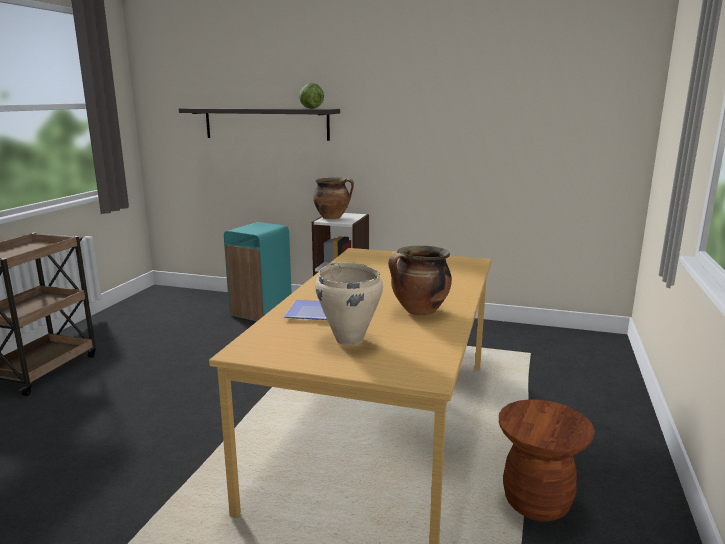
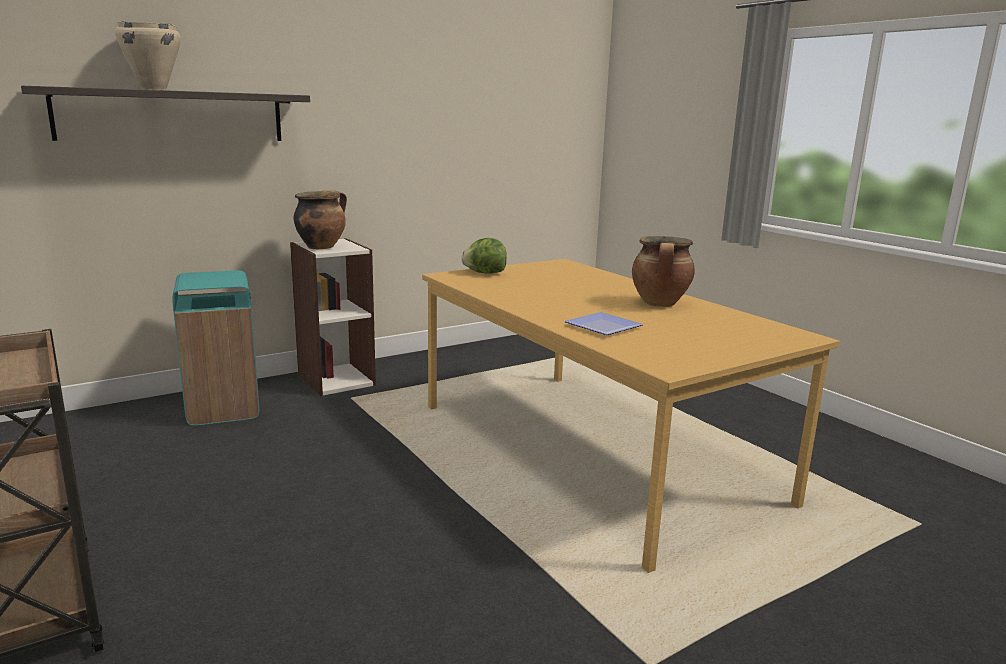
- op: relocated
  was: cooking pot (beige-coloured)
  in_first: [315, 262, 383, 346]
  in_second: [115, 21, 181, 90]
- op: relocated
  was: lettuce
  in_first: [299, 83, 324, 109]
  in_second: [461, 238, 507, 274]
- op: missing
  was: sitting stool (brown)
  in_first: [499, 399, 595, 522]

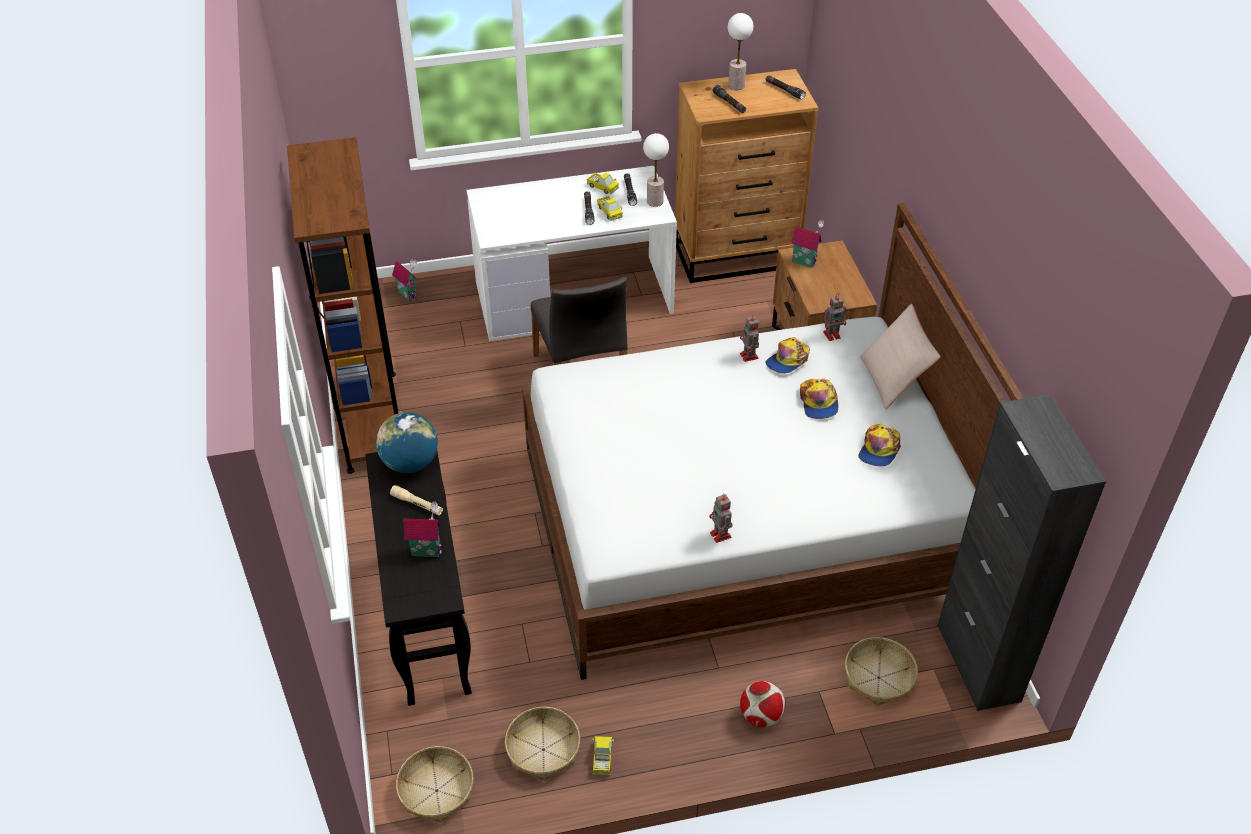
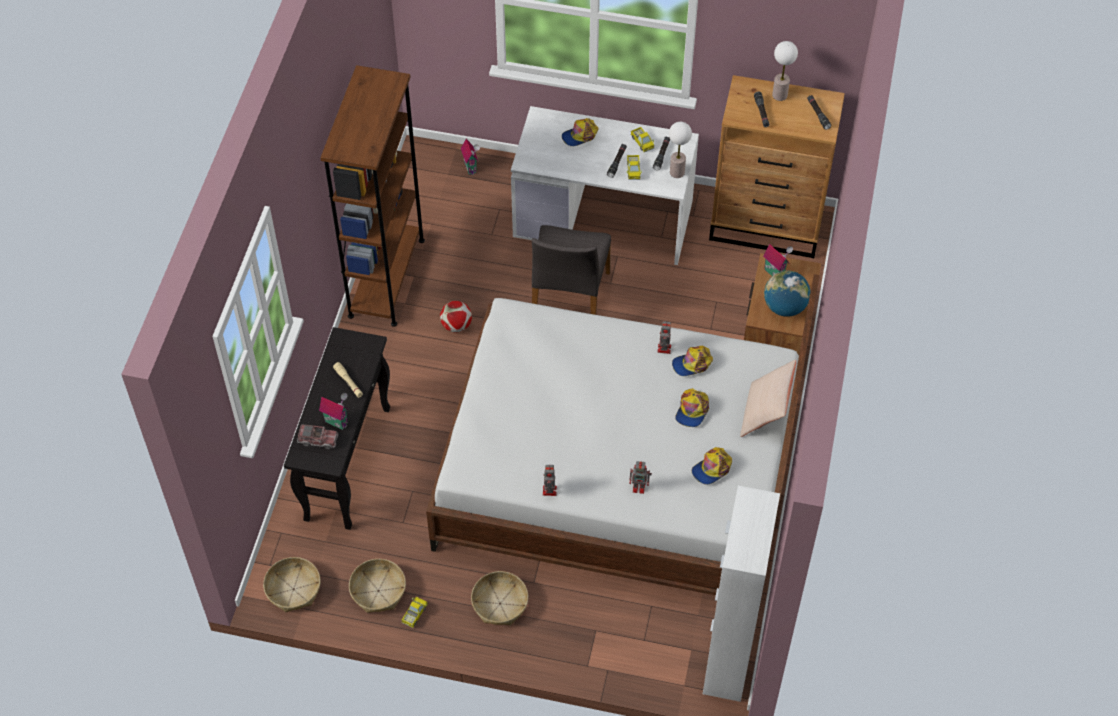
- op: appeared
  now: toy truck
  in_second: [297, 424, 338, 449]
- op: relocated
  was: football
  in_first: [740, 681, 786, 727]
  in_second: [440, 301, 472, 332]
- op: relocated
  was: basket
  in_first: [845, 637, 918, 706]
  in_second: [471, 571, 528, 625]
- op: appeared
  now: baseball cap
  in_second: [562, 118, 598, 146]
- op: relocated
  was: toy robot
  in_first: [823, 295, 846, 341]
  in_second: [629, 461, 652, 494]
- op: colour
  was: storage cabinet (black-coloured)
  now: storage cabinet (whitish)
  in_first: [937, 394, 1106, 711]
  in_second: [703, 486, 780, 702]
- op: relocated
  was: desk globe
  in_first: [376, 412, 438, 473]
  in_second: [764, 271, 811, 317]

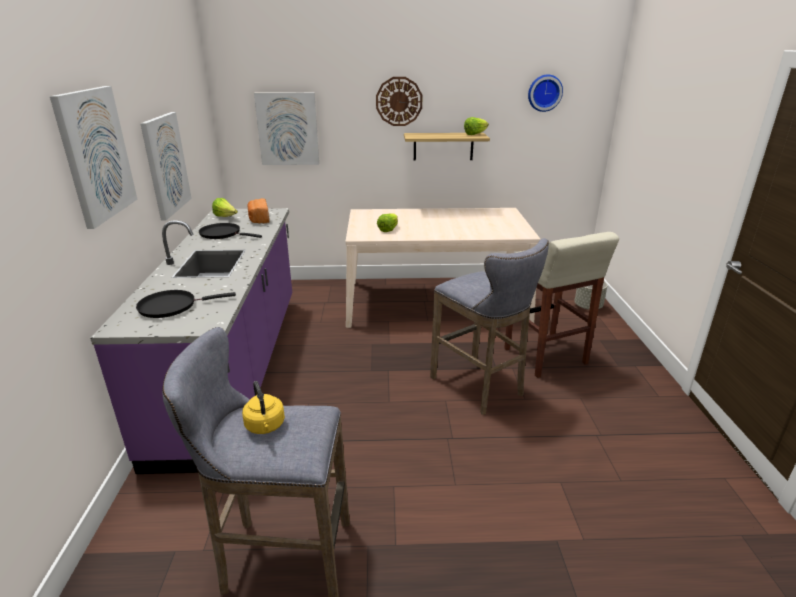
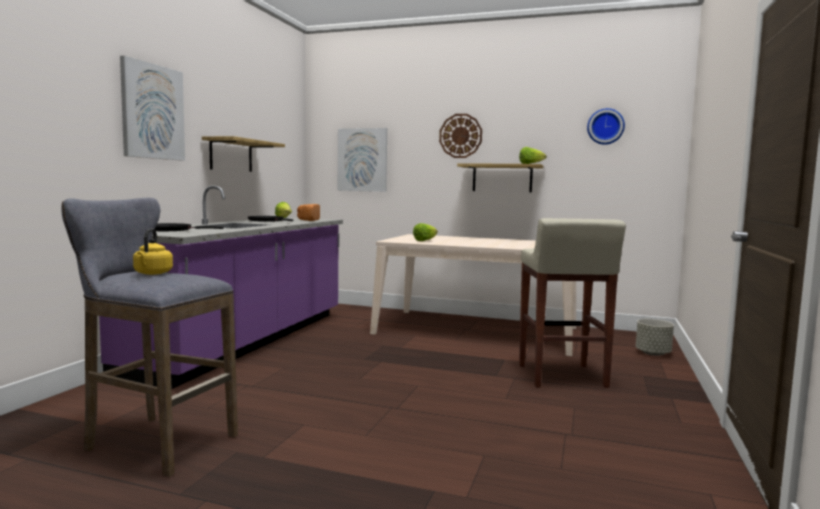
- op: exchanged
  was: wall picture
  now: wall shelf
  in_first: [140, 112, 192, 221]
  in_second: [202, 136, 285, 172]
- op: missing
  was: sitting stool (grey)
  in_first: [430, 238, 549, 415]

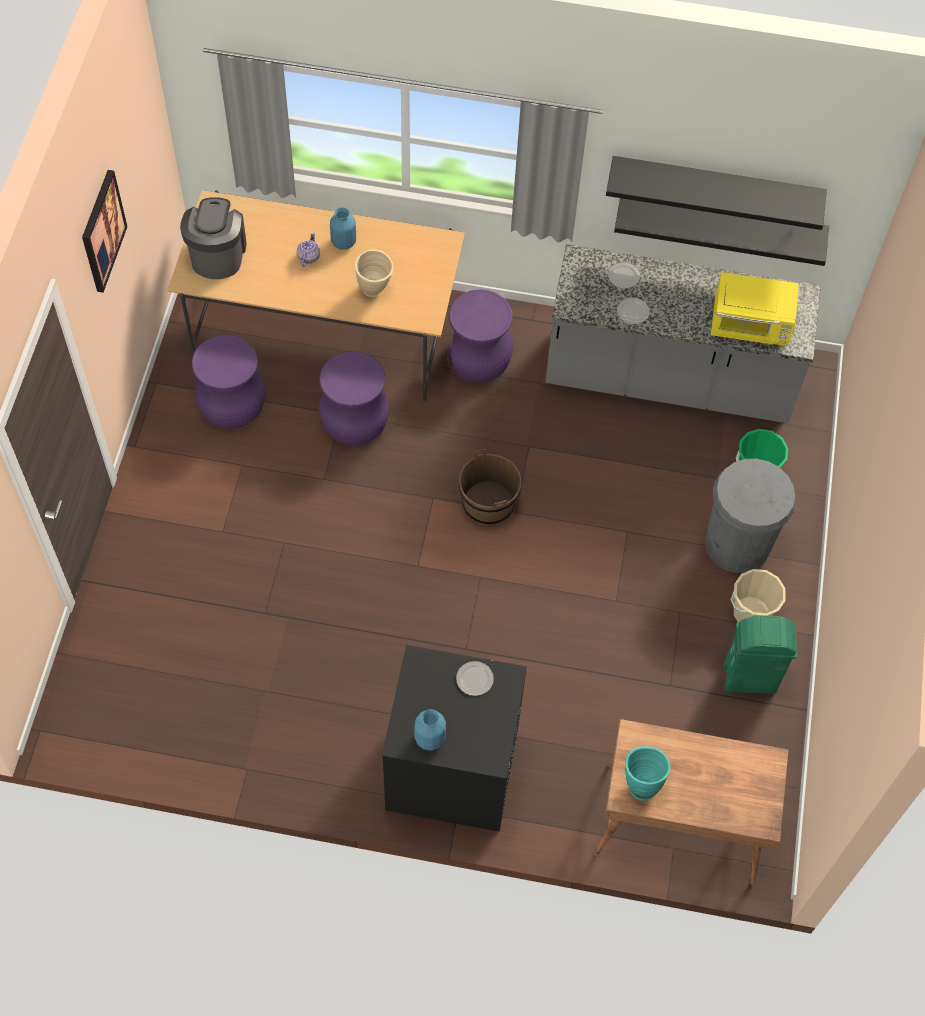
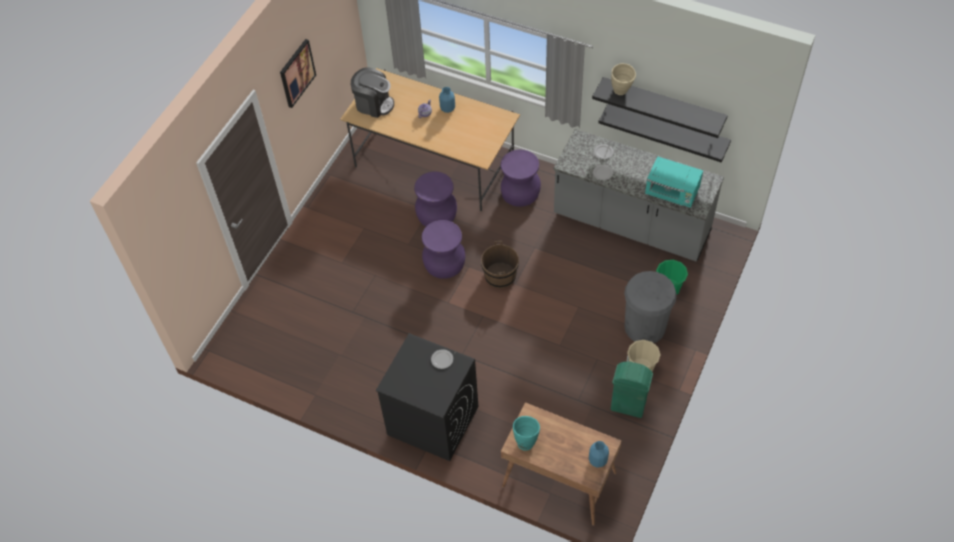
- op: spun
  was: coffee maker
  in_first: [180, 197, 247, 279]
  in_second: [351, 67, 394, 118]
  clockwise: 90
- op: relocated
  was: sitting stool (purple-coloured)
  in_first: [192, 335, 265, 429]
  in_second: [422, 220, 465, 279]
- op: relocated
  was: vase (bluish)
  in_first: [414, 709, 446, 751]
  in_second: [589, 441, 609, 468]
- op: relocated
  was: vase (beige-coloured)
  in_first: [355, 249, 393, 297]
  in_second: [611, 63, 636, 95]
- op: colour
  was: microwave (yellow-coloured)
  now: microwave (blue-green)
  in_first: [711, 272, 799, 346]
  in_second: [645, 156, 703, 208]

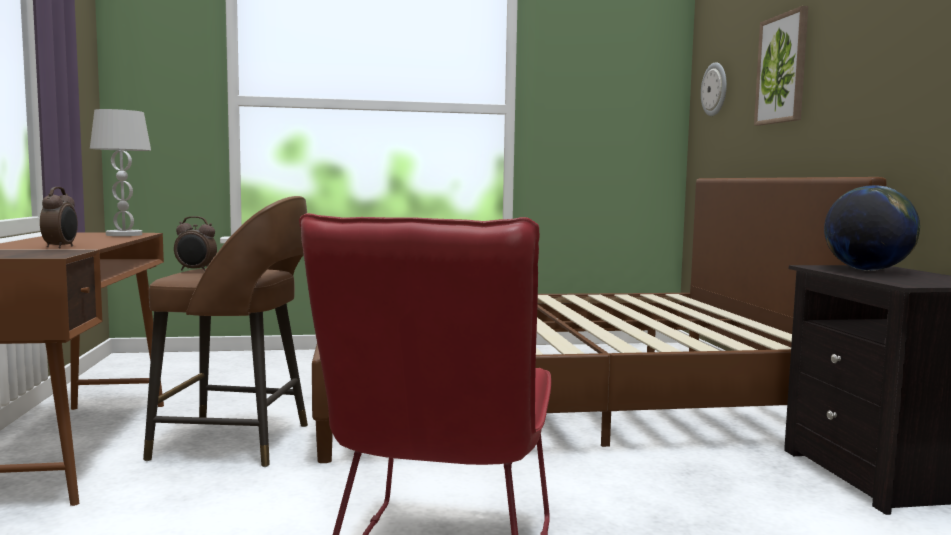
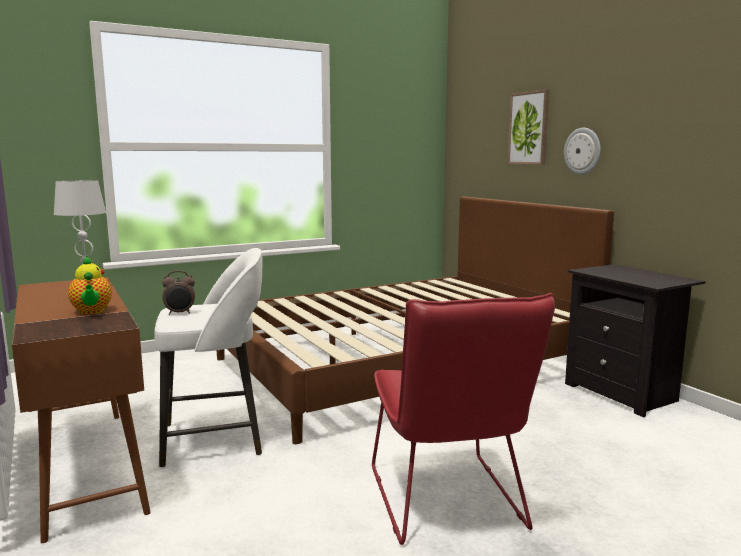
- op: exchanged
  was: table clock
  now: teapot
  in_first: [40, 187, 78, 249]
  in_second: [68, 255, 112, 314]
- op: colour
  was: sitting stool (brown)
  now: sitting stool (whitish)
  in_first: [143, 196, 308, 467]
  in_second: [154, 248, 263, 467]
- op: relocated
  was: hanging clock
  in_first: [701, 62, 727, 116]
  in_second: [564, 128, 601, 175]
- op: missing
  was: desk globe
  in_first: [824, 185, 920, 271]

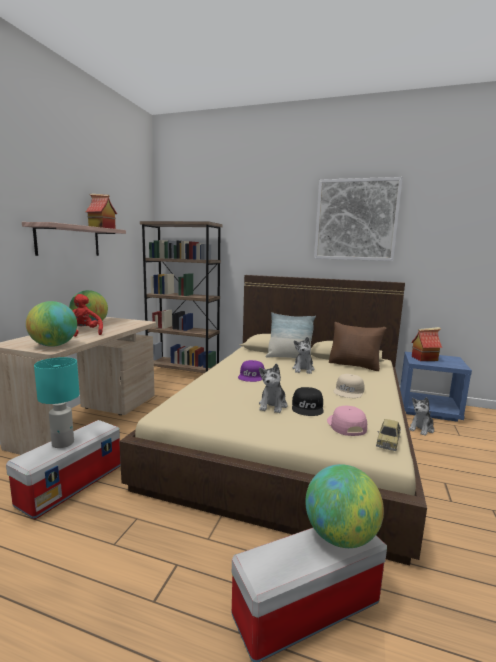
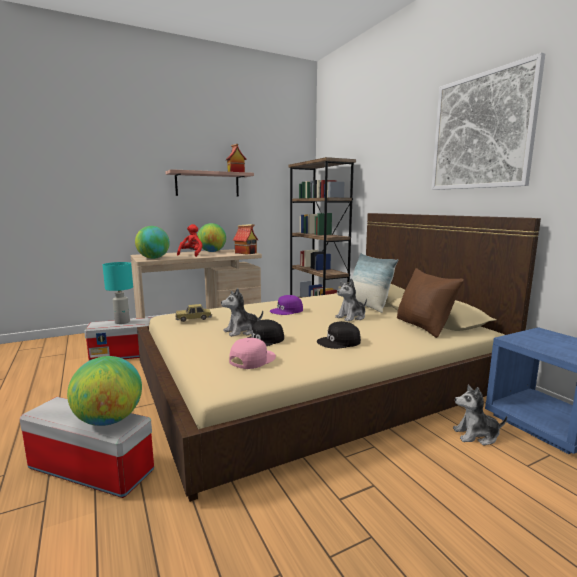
- op: relocated
  was: model car
  in_first: [376, 419, 401, 451]
  in_second: [175, 304, 212, 322]
- op: relocated
  was: miniature house
  in_first: [411, 327, 442, 361]
  in_second: [232, 224, 258, 255]
- op: colour
  was: baseball cap (beige-coloured)
  now: baseball cap (black-coloured)
  in_first: [333, 374, 365, 398]
  in_second: [317, 321, 361, 349]

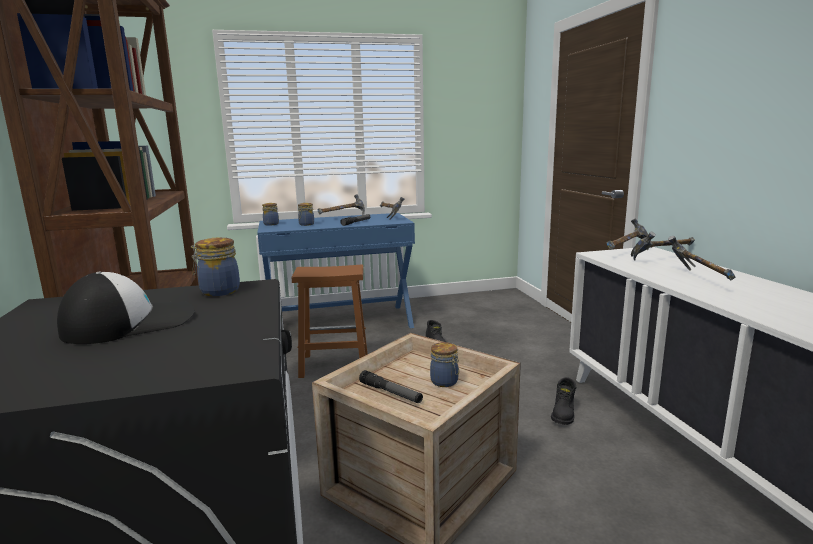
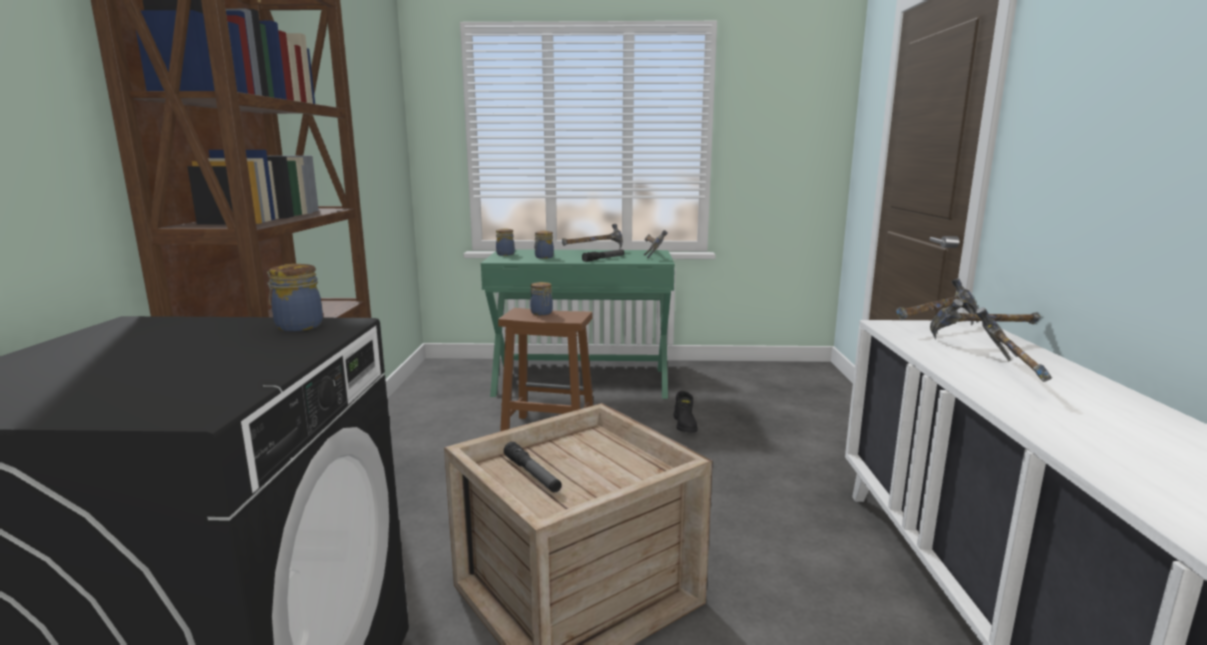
- op: colour
  was: desk unit (bluish)
  now: desk unit (green-coloured)
  in_first: [257, 213, 415, 328]
  in_second: [481, 250, 675, 399]
- op: relocated
  was: storage jar
  in_first: [430, 342, 459, 387]
  in_second: [530, 282, 553, 315]
- op: missing
  was: baseball cap
  in_first: [57, 272, 194, 344]
- op: missing
  was: high-top boot (black-coloured)
  in_first: [551, 377, 576, 425]

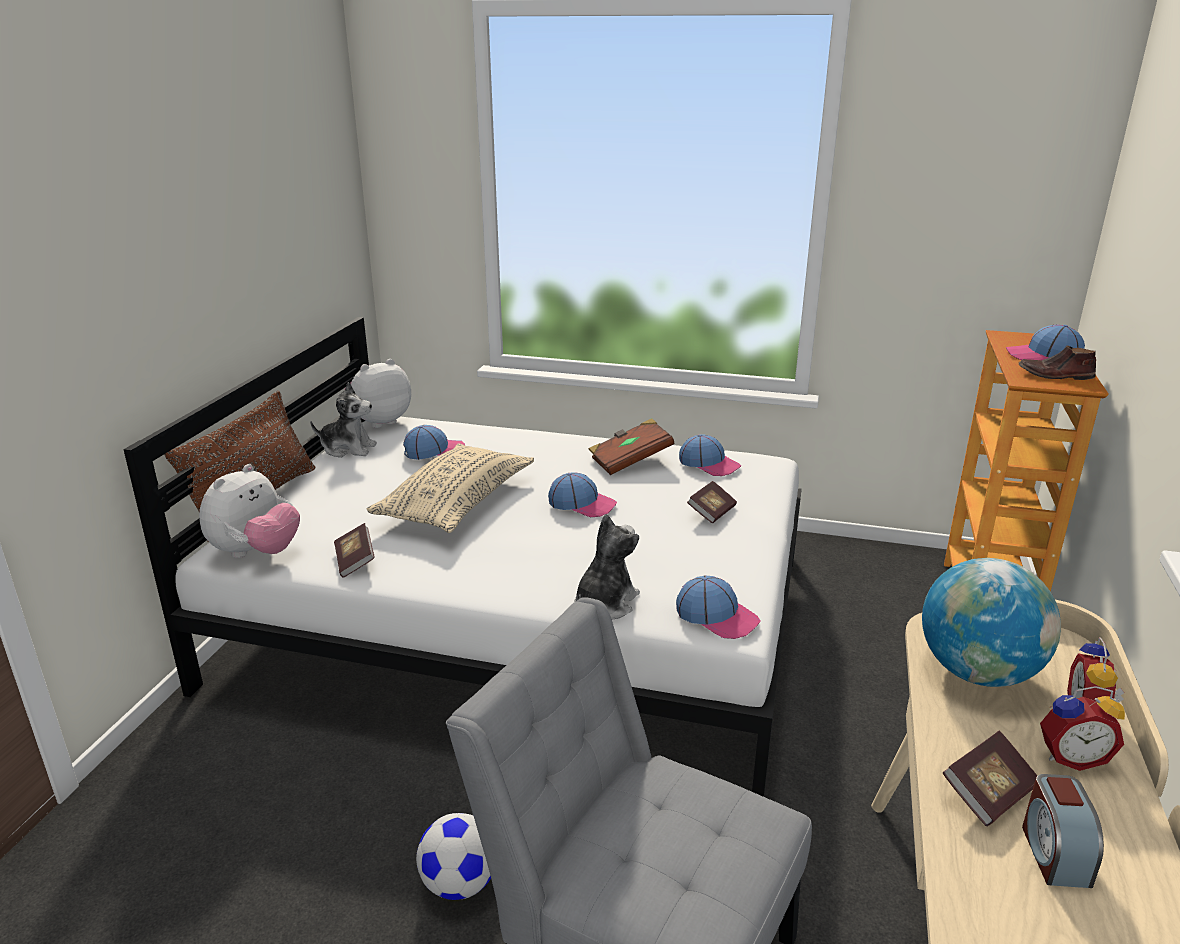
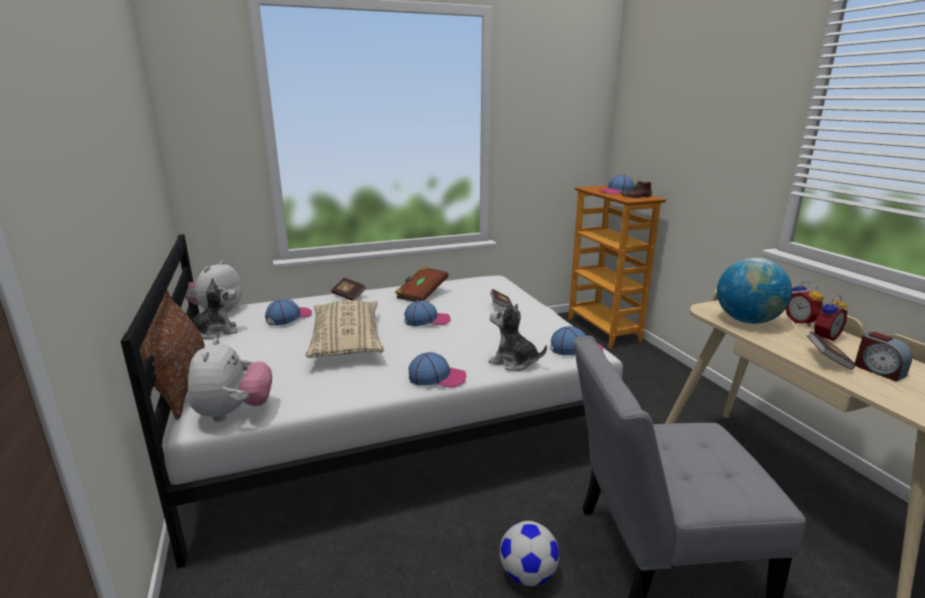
- op: relocated
  was: volume
  in_first: [334, 523, 375, 578]
  in_second: [331, 278, 366, 300]
- op: relocated
  was: baseball cap
  in_first: [679, 434, 741, 476]
  in_second: [408, 352, 467, 388]
- op: spun
  was: plush toy
  in_first: [574, 514, 640, 619]
  in_second: [489, 303, 547, 371]
  clockwise: -60

